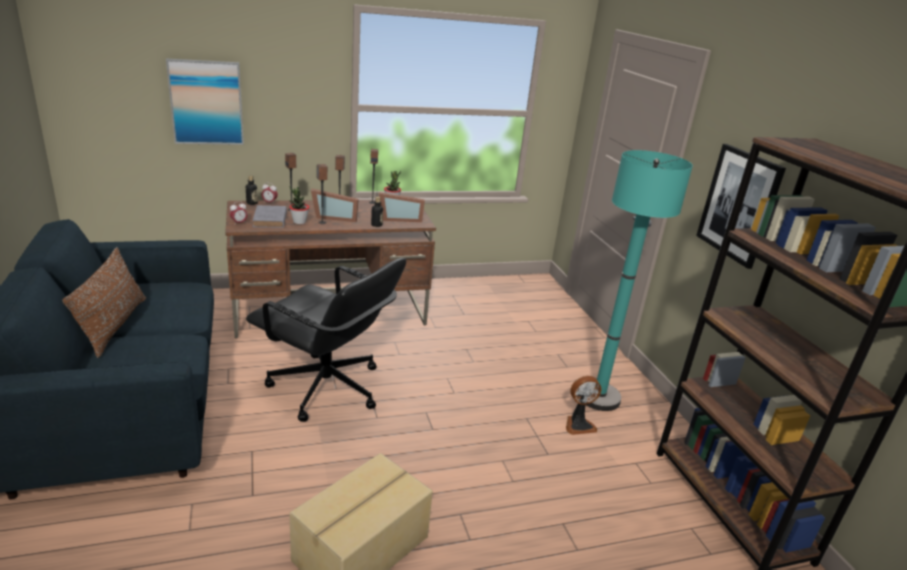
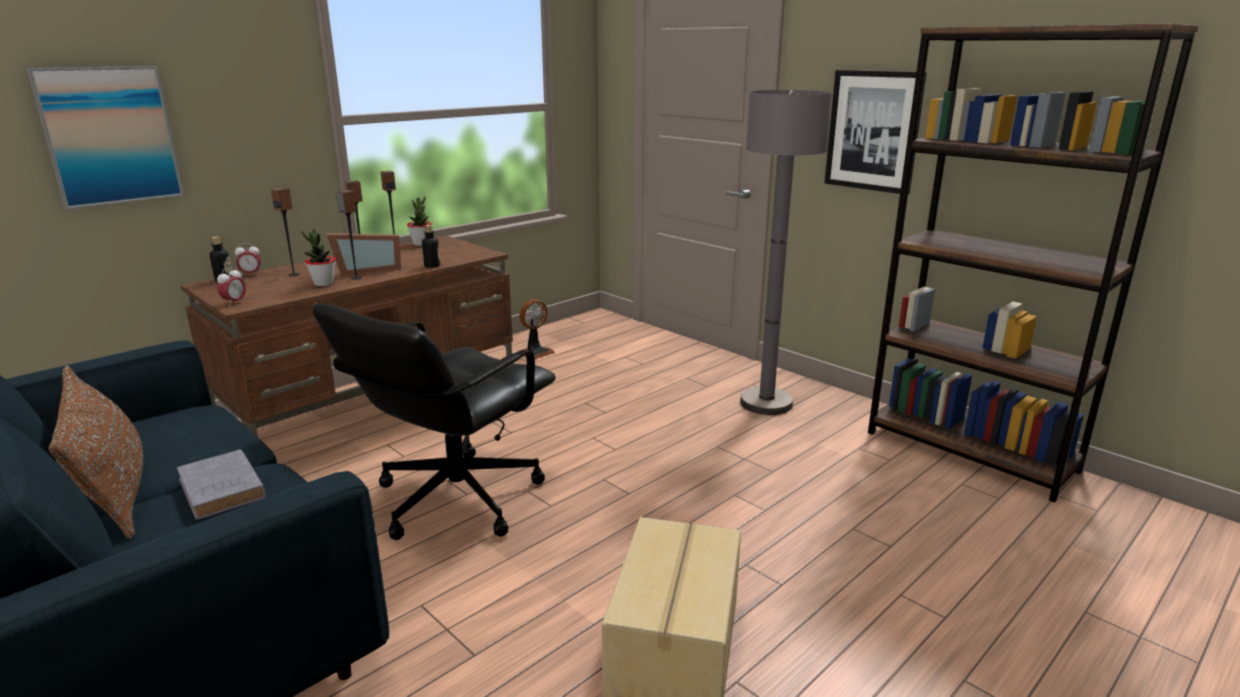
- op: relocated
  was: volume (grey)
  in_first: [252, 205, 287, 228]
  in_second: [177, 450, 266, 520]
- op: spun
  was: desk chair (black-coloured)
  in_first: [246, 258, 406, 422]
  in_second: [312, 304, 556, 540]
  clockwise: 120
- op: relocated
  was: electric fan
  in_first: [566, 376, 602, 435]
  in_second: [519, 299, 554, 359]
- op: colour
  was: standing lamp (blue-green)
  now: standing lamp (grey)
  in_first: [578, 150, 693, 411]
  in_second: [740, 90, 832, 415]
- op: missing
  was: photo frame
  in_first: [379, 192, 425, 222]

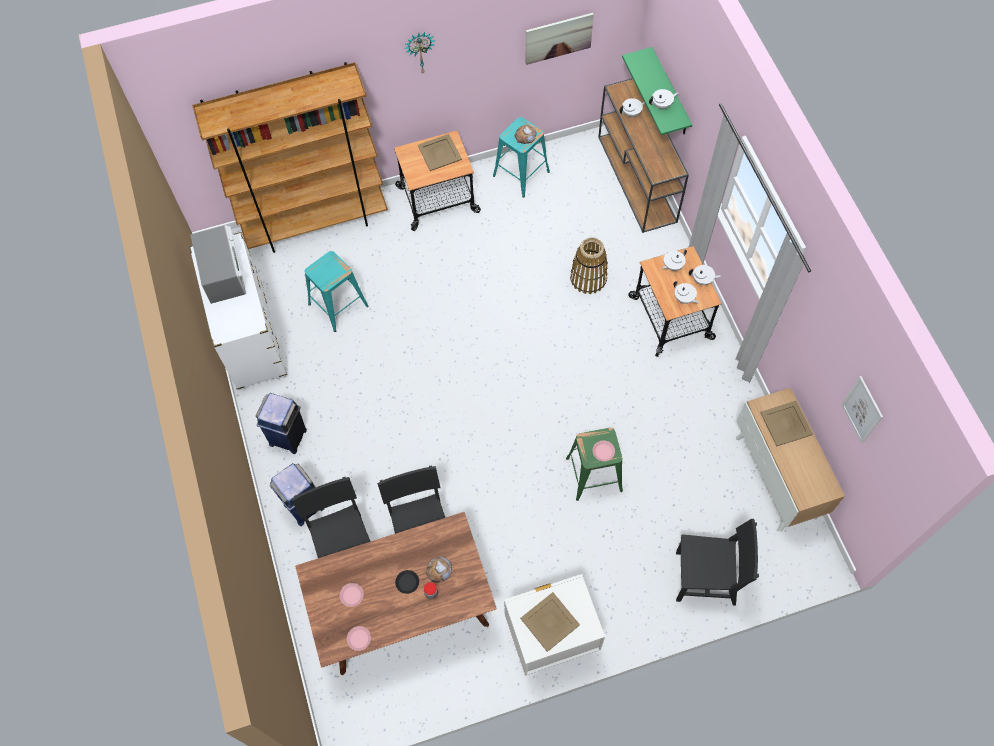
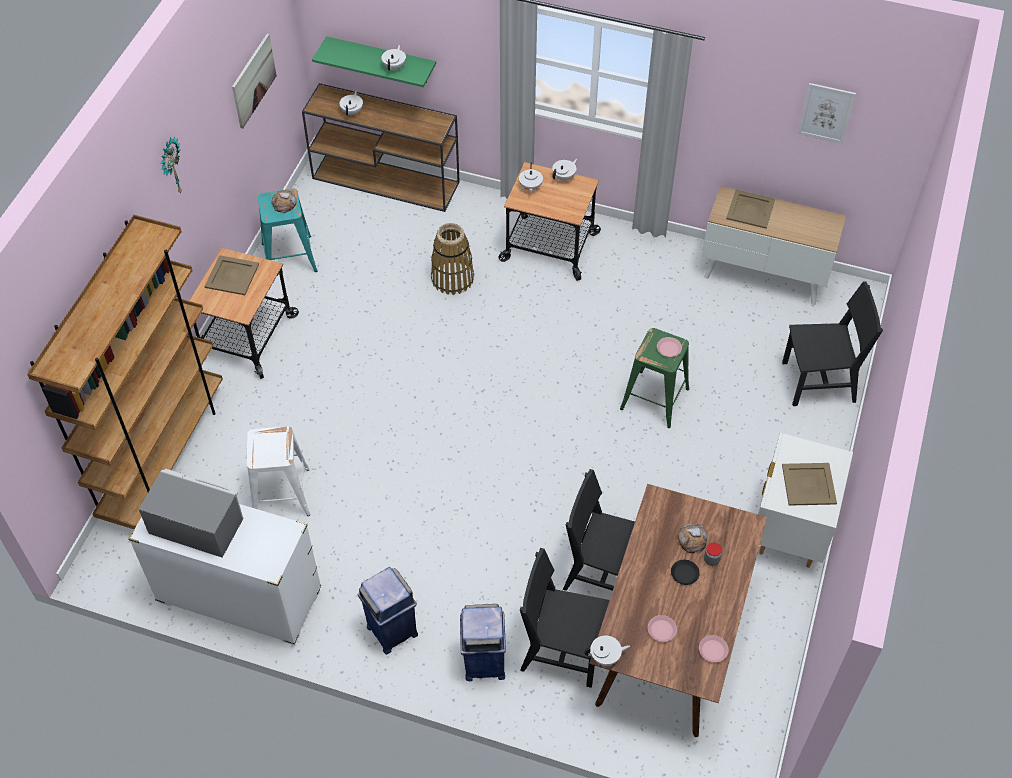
- op: colour
  was: sitting stool (blue-green)
  now: sitting stool (whitish)
  in_first: [304, 251, 369, 332]
  in_second: [247, 426, 310, 516]
- op: relocated
  was: teapot (whitish)
  in_first: [673, 281, 700, 304]
  in_second: [585, 635, 630, 666]
- op: spun
  was: upright chair (black-coloured)
  in_first: [676, 519, 759, 605]
  in_second: [782, 281, 883, 406]
  clockwise: 45

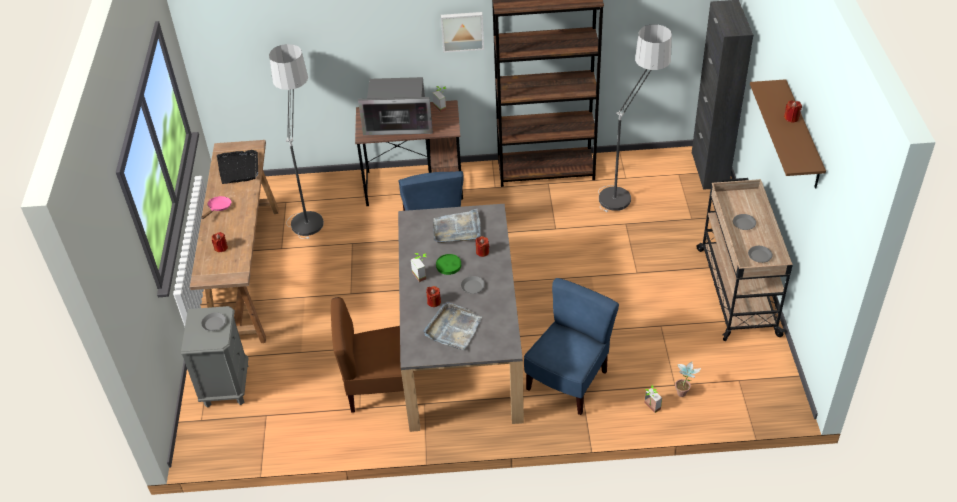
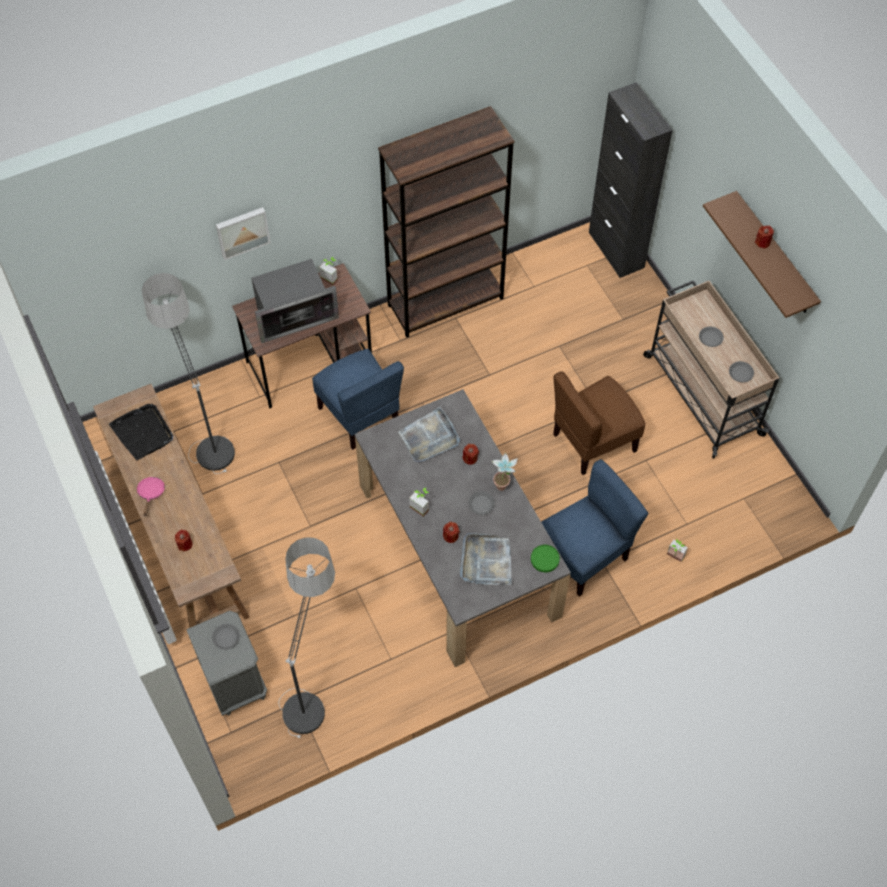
- op: relocated
  was: wall picture
  in_first: [441, 12, 484, 53]
  in_second: [216, 207, 271, 260]
- op: relocated
  was: standing lamp
  in_first: [598, 24, 672, 212]
  in_second: [279, 537, 335, 739]
- op: relocated
  was: houseplant
  in_first: [675, 361, 701, 397]
  in_second: [492, 452, 517, 491]
- op: relocated
  was: plate (green-coloured)
  in_first: [436, 254, 461, 275]
  in_second: [531, 545, 560, 572]
- op: spun
  was: upright chair (bluish)
  in_first: [524, 278, 619, 415]
  in_second: [541, 459, 648, 597]
  clockwise: 45
- op: relocated
  was: upright chair (brown)
  in_first: [331, 297, 414, 413]
  in_second: [553, 371, 646, 475]

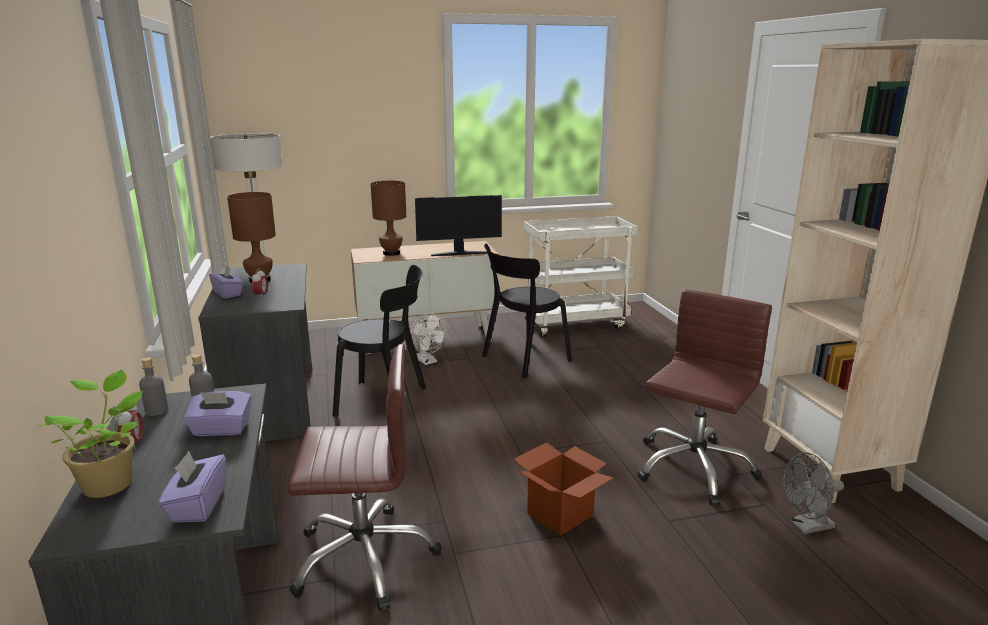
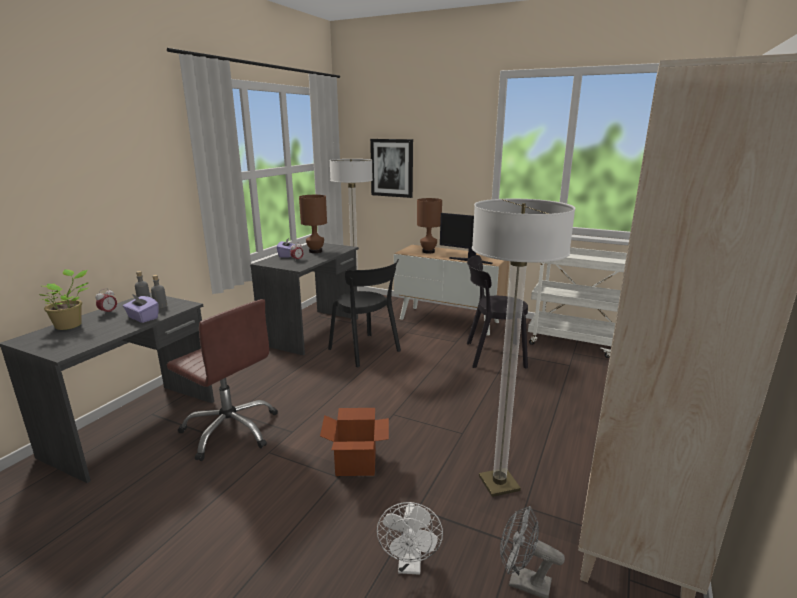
- op: appeared
  now: wall picture
  in_second: [370, 139, 413, 198]
- op: relocated
  was: electric fan (whitish)
  in_first: [411, 313, 446, 365]
  in_second: [377, 502, 443, 575]
- op: exchanged
  was: desk chair (brown)
  now: standing lamp
  in_first: [637, 289, 772, 505]
  in_second: [472, 199, 576, 497]
- op: missing
  was: box of tissues (purple-coloured)
  in_first: [158, 451, 226, 523]

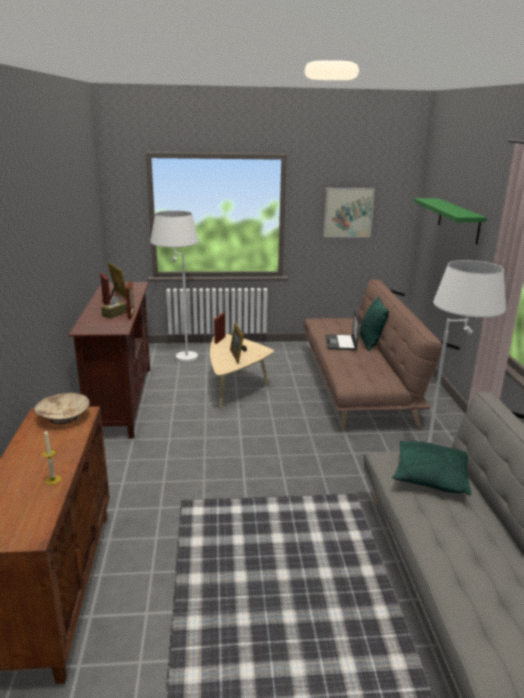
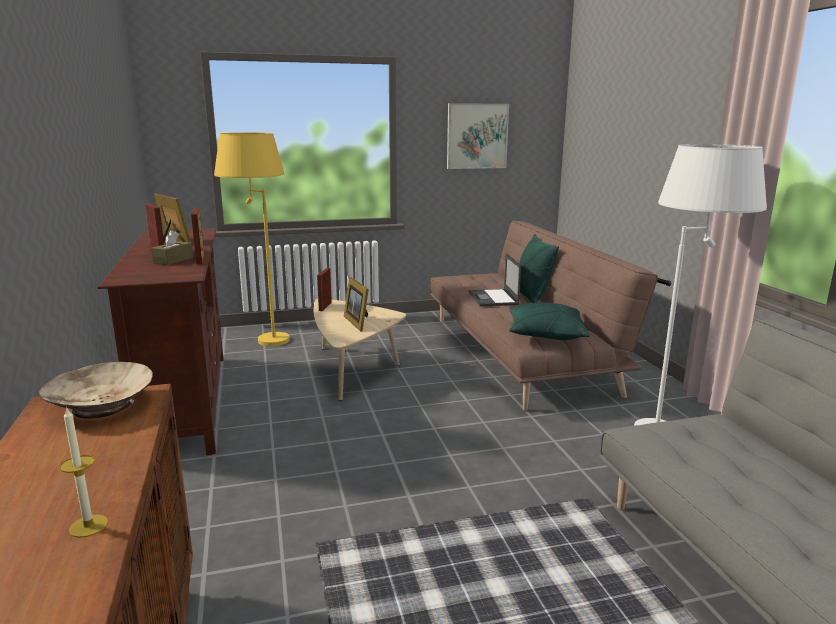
- op: colour
  was: standing lamp (whitish)
  now: standing lamp (yellow-coloured)
  in_first: [150, 210, 199, 362]
  in_second: [214, 133, 290, 346]
- op: relocated
  was: throw pillow (green-coloured)
  in_first: [392, 441, 471, 495]
  in_second: [509, 303, 590, 340]
- op: missing
  was: wall shelf (green-coloured)
  in_first: [414, 198, 487, 245]

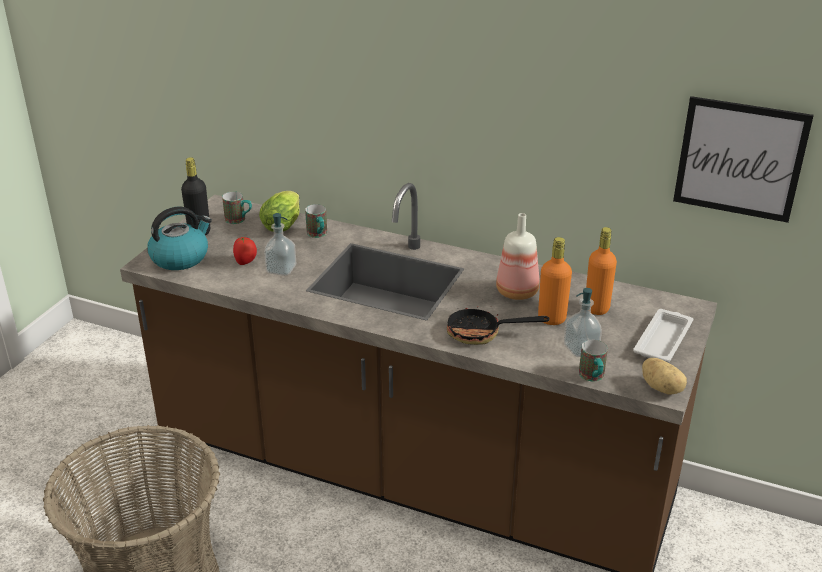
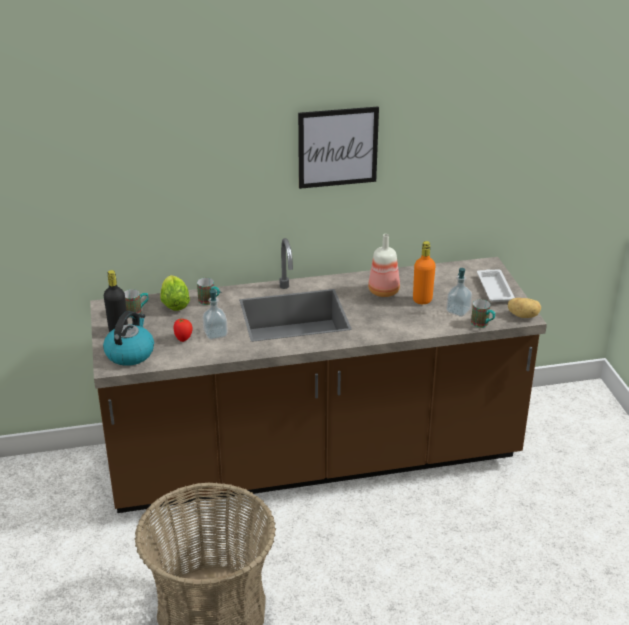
- op: relocated
  was: wall picture
  in_first: [673, 96, 814, 223]
  in_second: [298, 107, 379, 189]
- op: missing
  was: skillet
  in_first: [447, 306, 549, 345]
- op: missing
  was: bottle (orange-coloured)
  in_first: [586, 227, 617, 315]

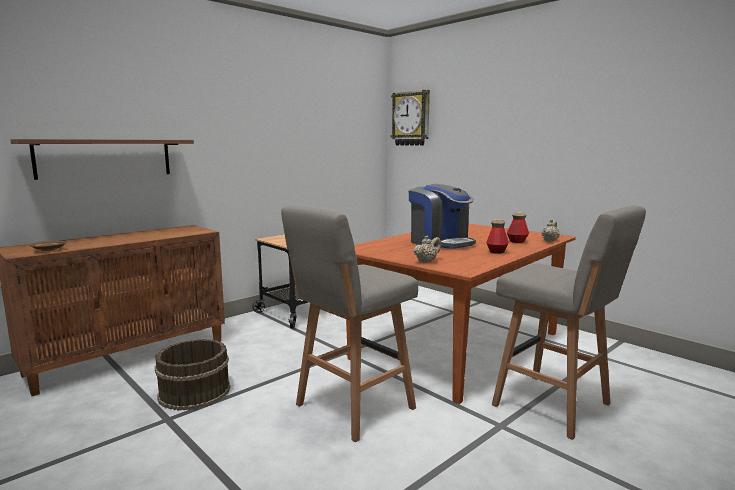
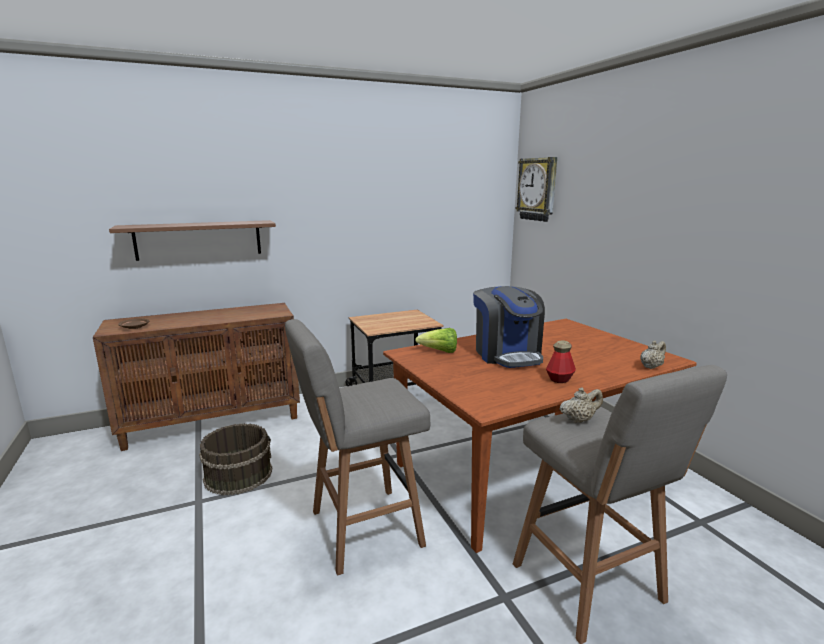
- op: appeared
  now: lettuce
  in_second: [415, 328, 457, 353]
- op: relocated
  was: teapot (beige-coloured)
  in_first: [413, 235, 441, 263]
  in_second: [560, 388, 603, 423]
- op: missing
  was: bottle
  in_first: [507, 212, 529, 243]

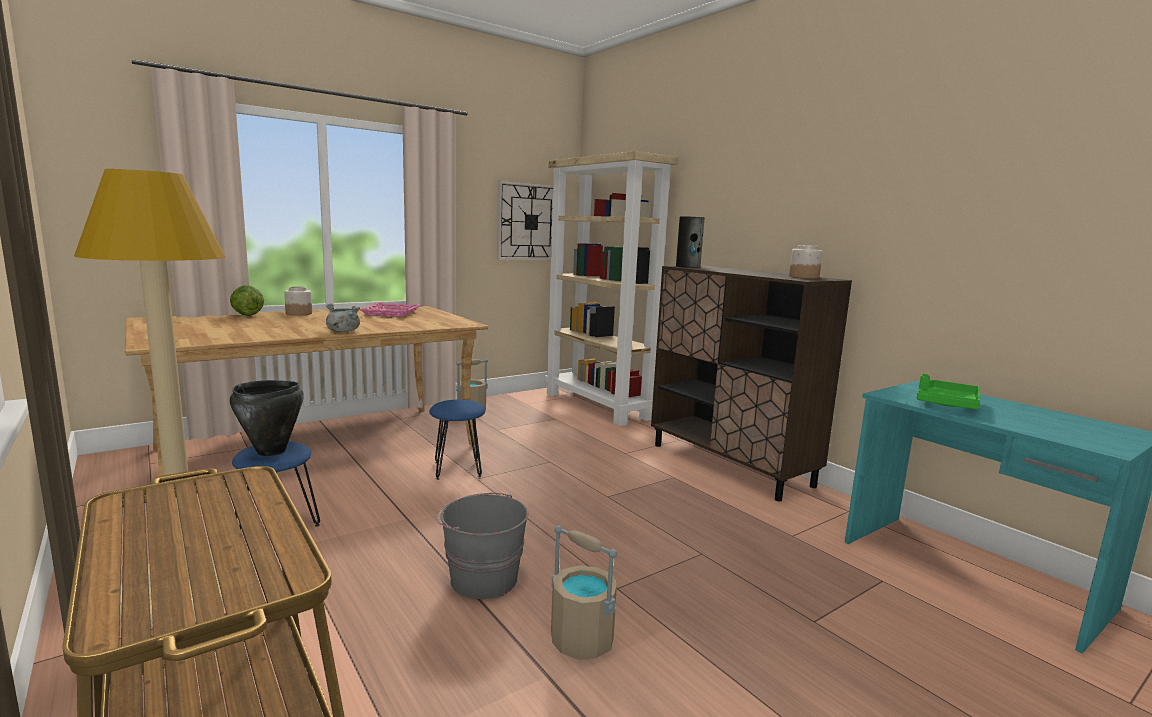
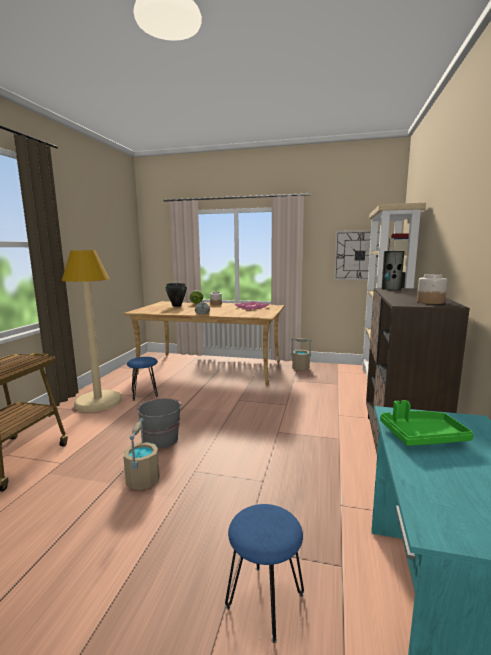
- op: relocated
  was: cooking pot (black-coloured)
  in_first: [230, 380, 304, 456]
  in_second: [165, 283, 187, 307]
- op: relocated
  was: sitting stool (bluish)
  in_first: [429, 399, 486, 480]
  in_second: [225, 504, 304, 643]

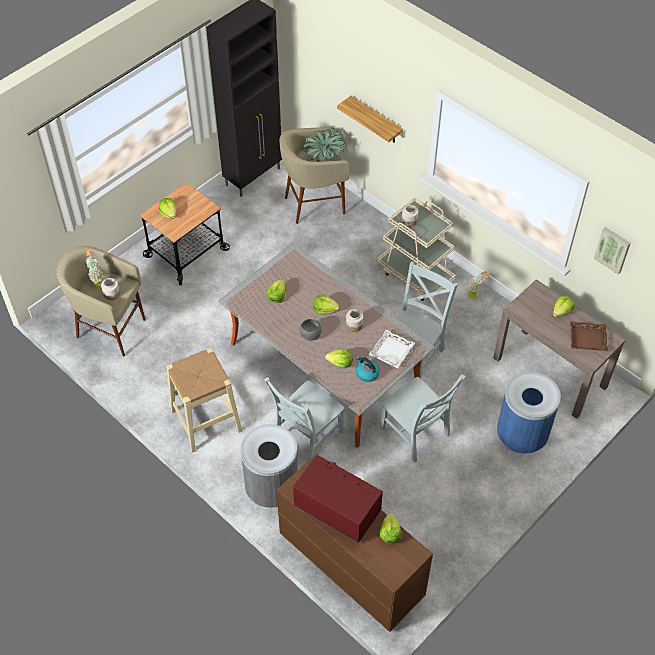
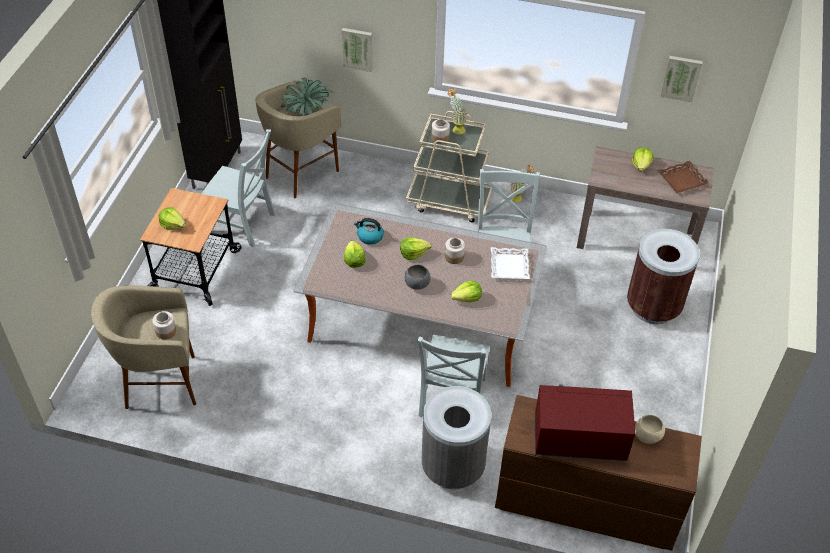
- op: relocated
  was: upright chair (grey)
  in_first: [380, 374, 466, 462]
  in_second: [202, 129, 275, 247]
- op: exchanged
  was: wall shelf
  now: wall picture
  in_first: [337, 96, 403, 143]
  in_second: [342, 28, 373, 72]
- op: relocated
  was: kettle
  in_first: [356, 356, 380, 382]
  in_second: [354, 218, 384, 245]
- op: relocated
  was: houseplant
  in_first: [85, 249, 104, 290]
  in_second: [448, 88, 468, 134]
- op: colour
  was: waste bin (bluish)
  now: waste bin (brown)
  in_first: [497, 371, 561, 454]
  in_second: [627, 229, 700, 324]
- op: exchanged
  was: lettuce
  now: serving bowl (beige-coloured)
  in_first: [380, 513, 401, 544]
  in_second: [635, 415, 665, 444]
- op: missing
  was: sitting stool (beige-coloured)
  in_first: [166, 348, 242, 453]

